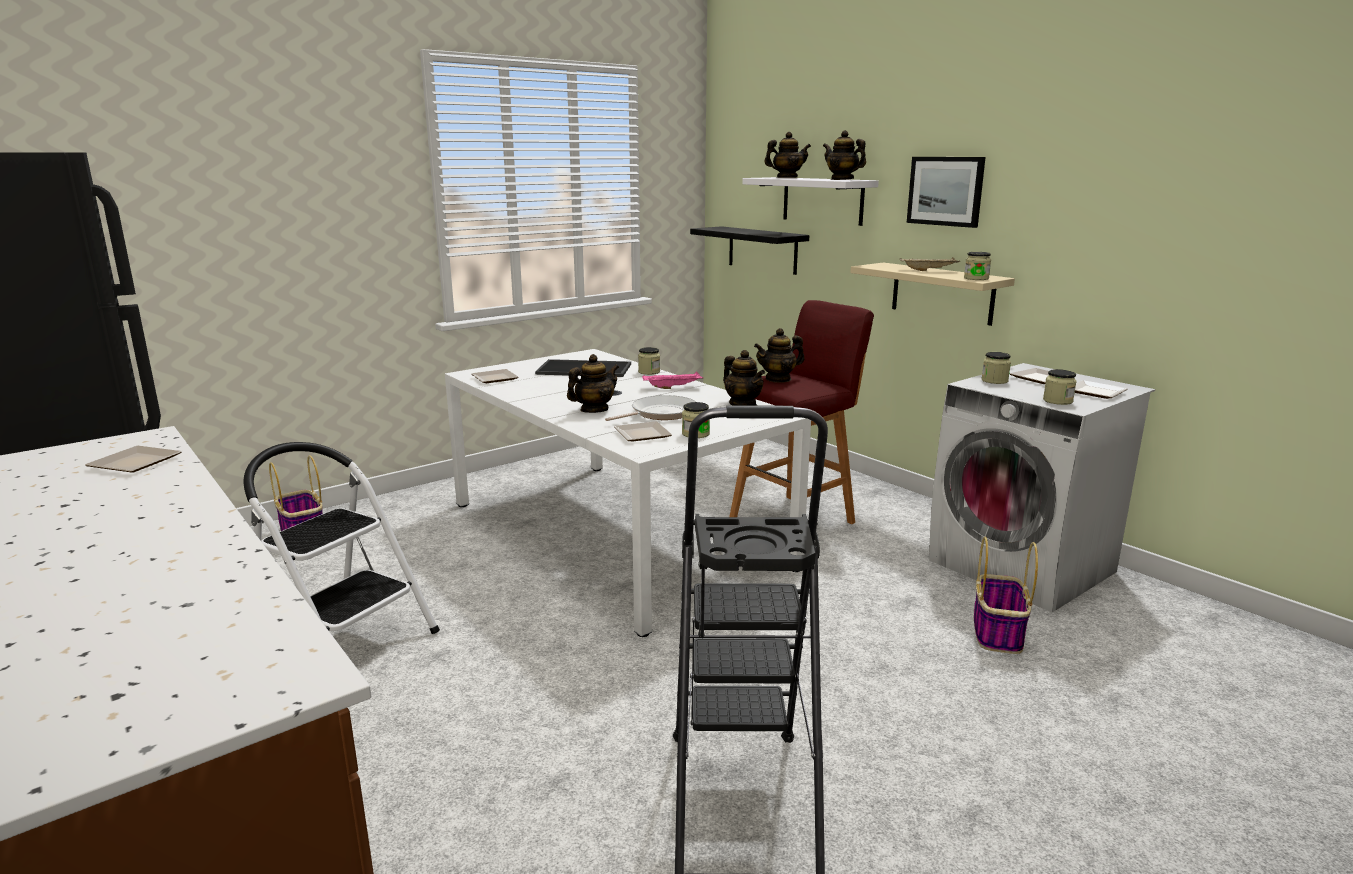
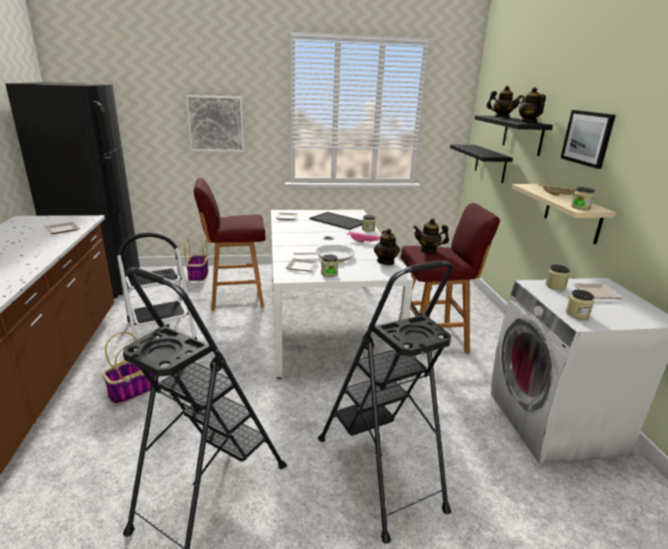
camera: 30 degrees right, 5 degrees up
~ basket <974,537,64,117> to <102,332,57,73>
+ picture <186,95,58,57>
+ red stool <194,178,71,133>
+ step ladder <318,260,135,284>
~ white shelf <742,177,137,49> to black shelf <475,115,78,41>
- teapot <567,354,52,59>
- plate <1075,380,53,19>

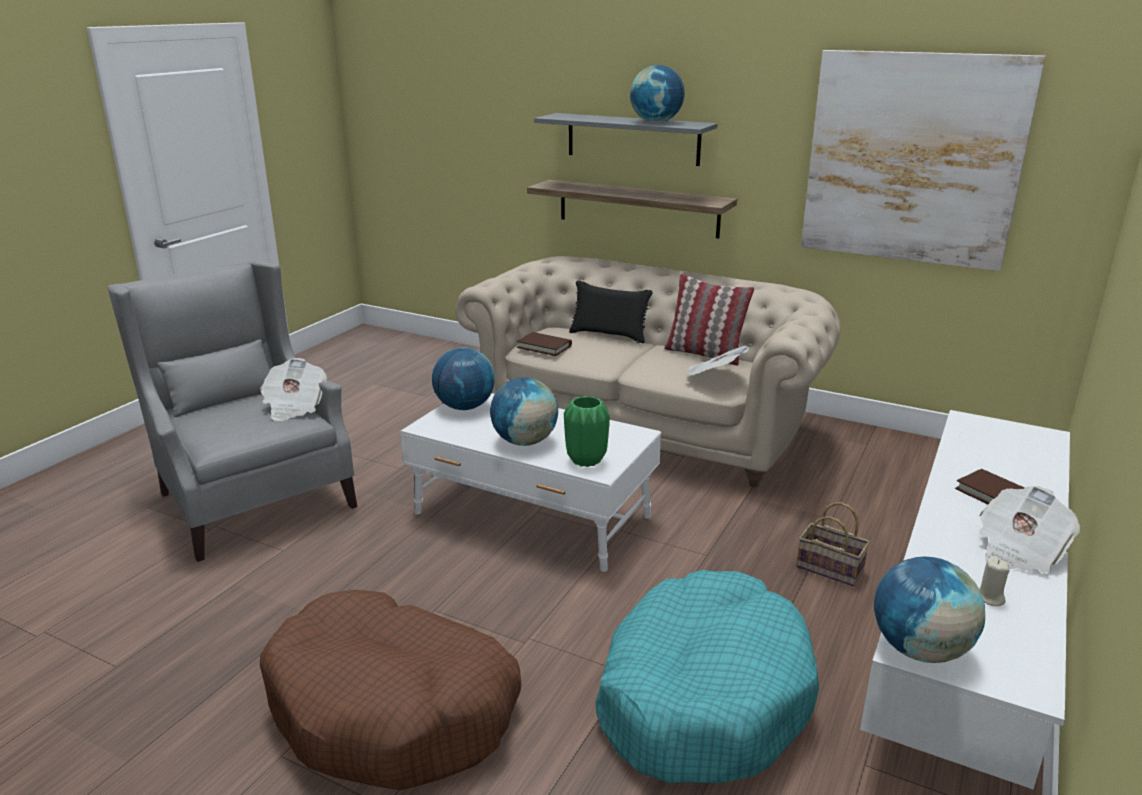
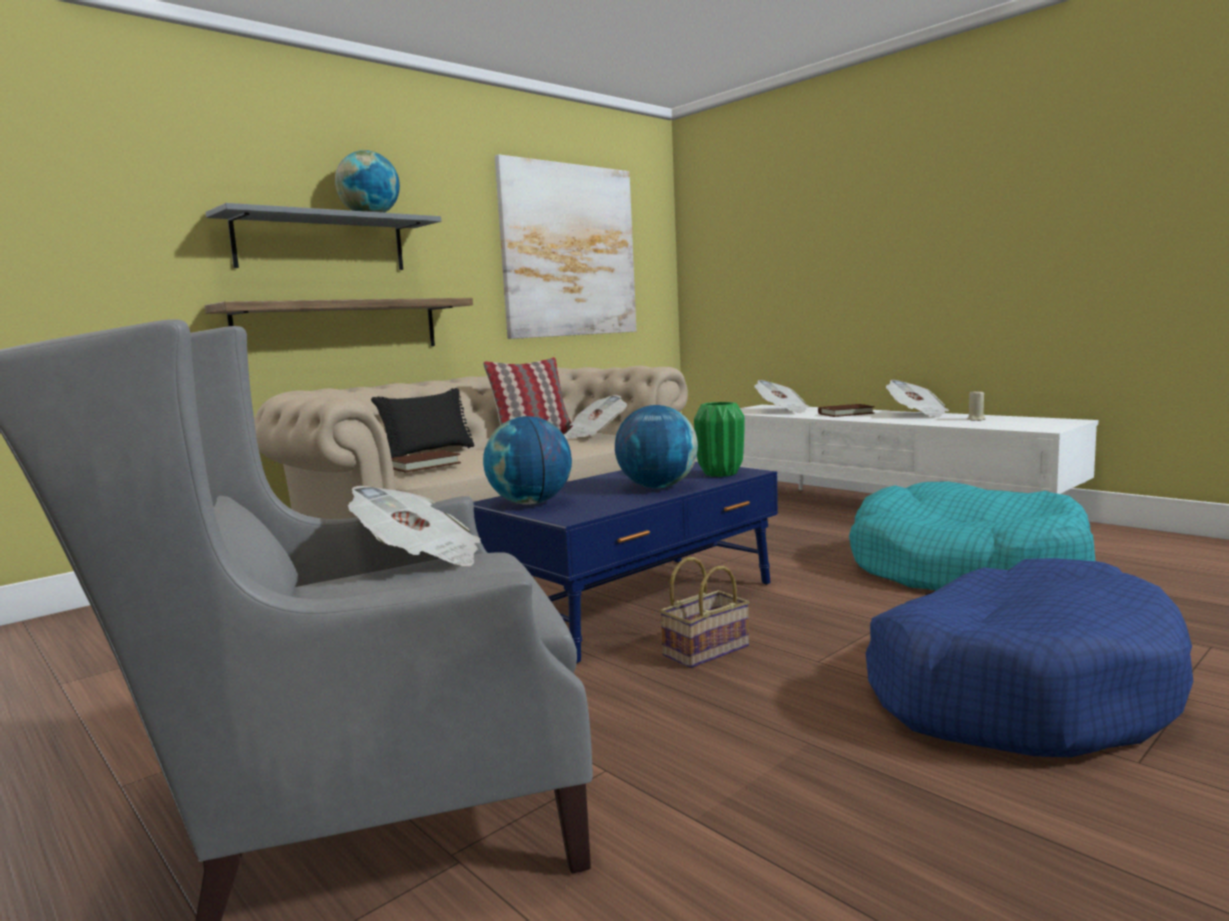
camera: 70 degrees left, 15 degrees down
~ white coffee table <400,393,261,179> to blue coffee table <473,462,305,201>
~ basket <797,502,73,84> to <659,557,91,111>
+ newspaper <755,380,55,33>
~ brown dog bed <260,590,261,201> to blue dog bed <865,558,328,199>
- globe <874,557,111,106>

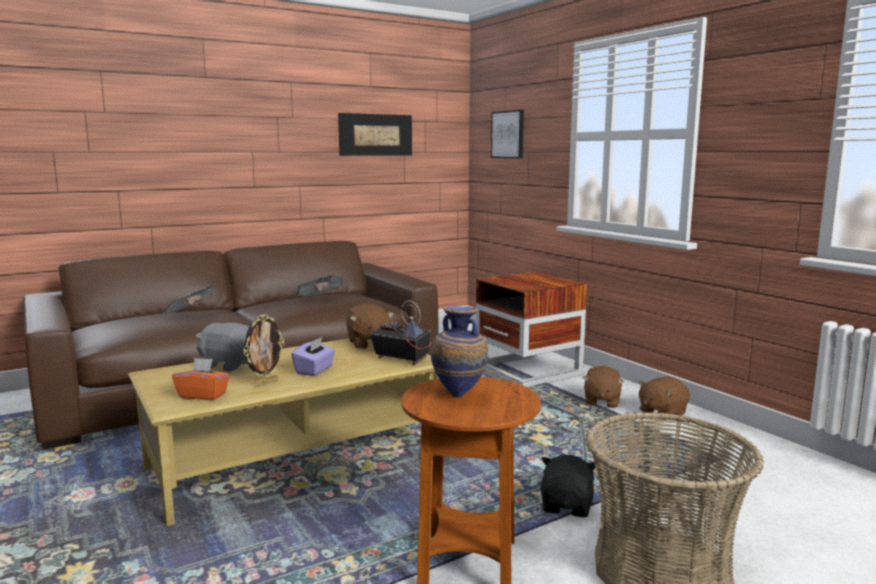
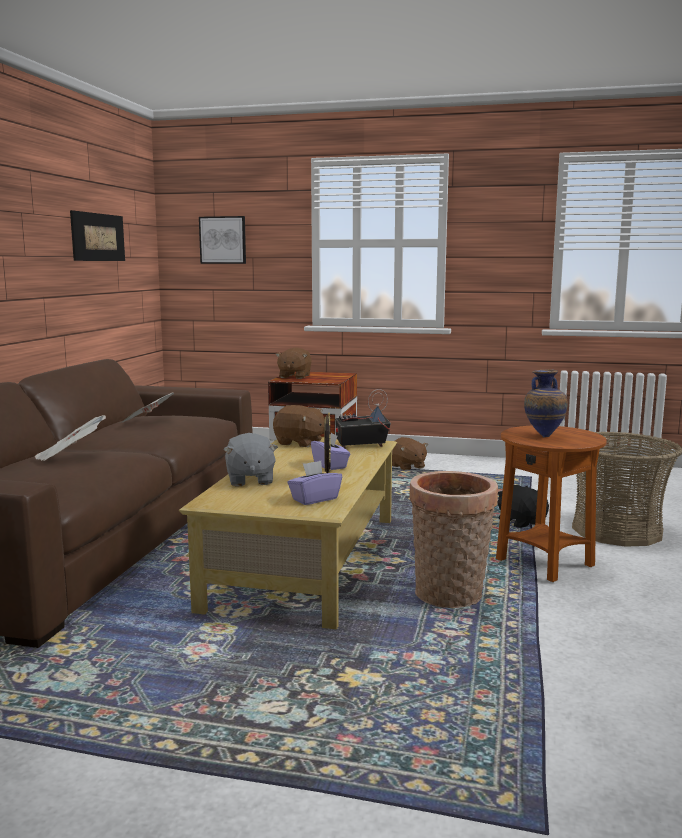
camera: 45 degrees left, 0 degrees up
~ grey plush toy <196,323,54,49> = <223,433,55,54> 75 degrees counterclockwise
~ brown plush toy <639,377,51,43> to <275,347,37,32>
~ orange tissue box <172,358,58,42> to purple tissue box <287,461,55,44>
+ basket <410,471,88,137>

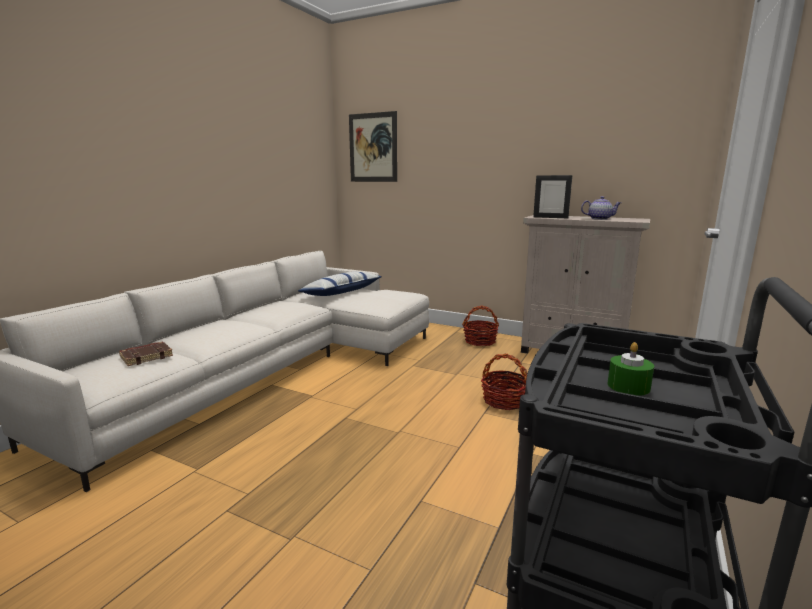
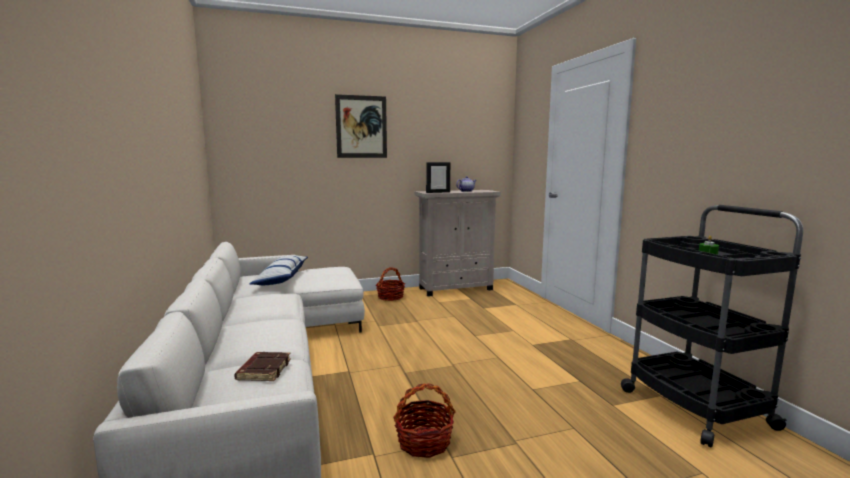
camera: 45 degrees left, 5 degrees down
~ picture <349,111,48,71> to <335,94,52,64>
~ basket <481,353,46,57> to <393,383,62,75>

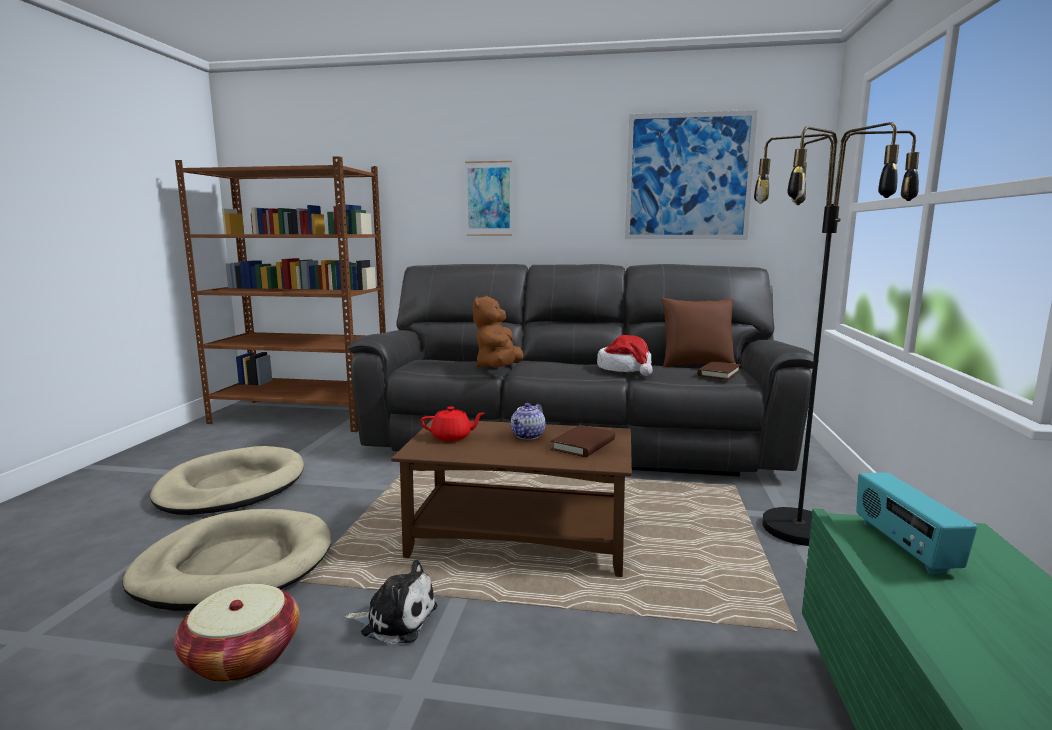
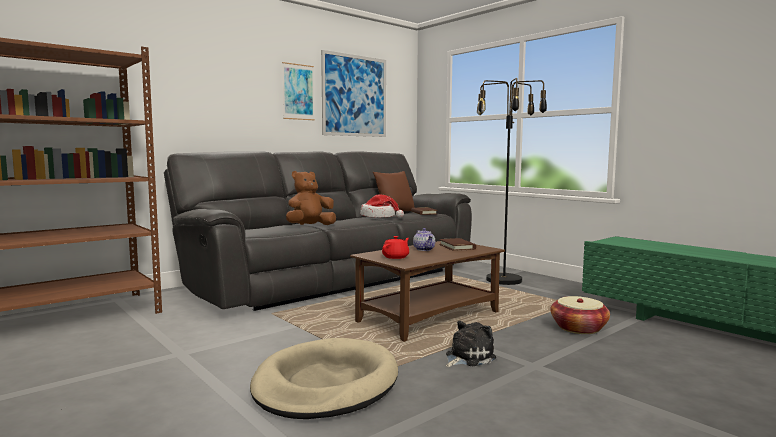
camera: 50 degrees left, 5 degrees down
~ picture <465,161,47,75> to <282,62,33,58>
~ brown plush toy <473,296,51,72> = <286,171,50,54> 90 degrees clockwise
~ basket <174,584,125,98> to <551,296,59,38>
- beige dog bed <150,446,154,69>
- radio <856,473,121,102>

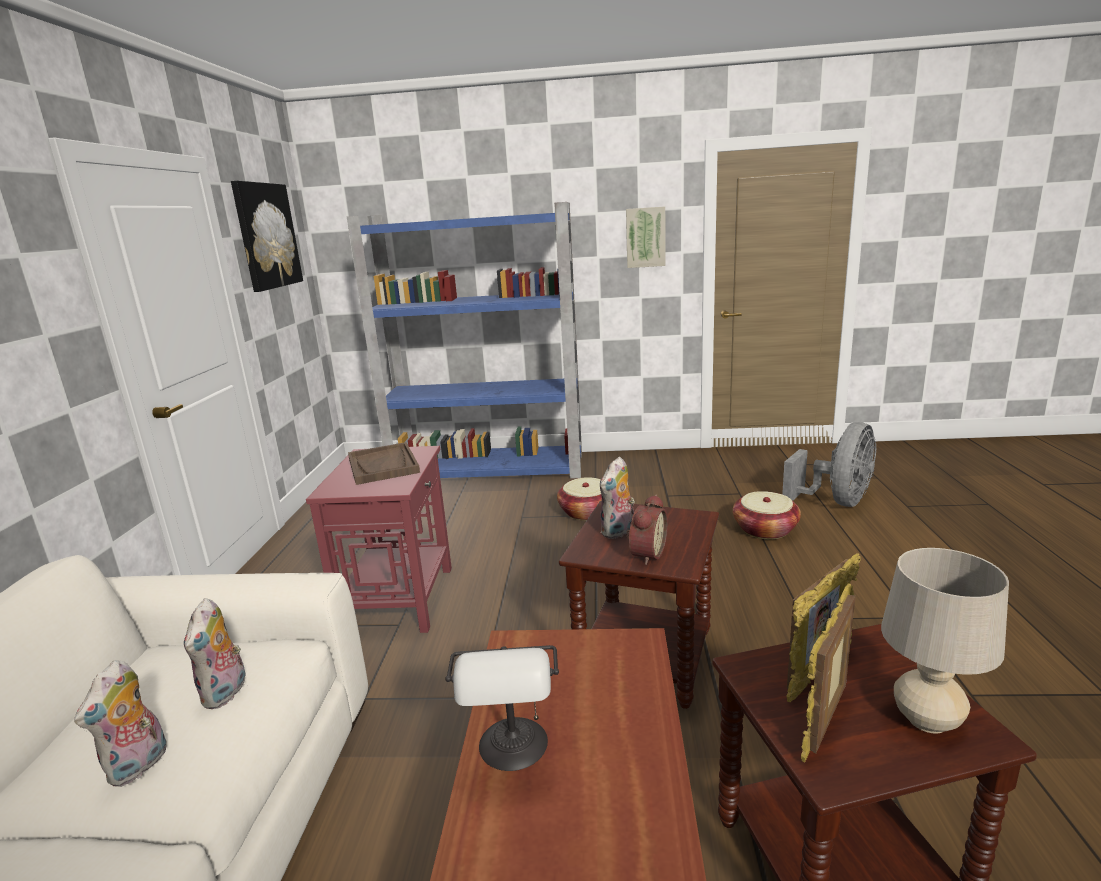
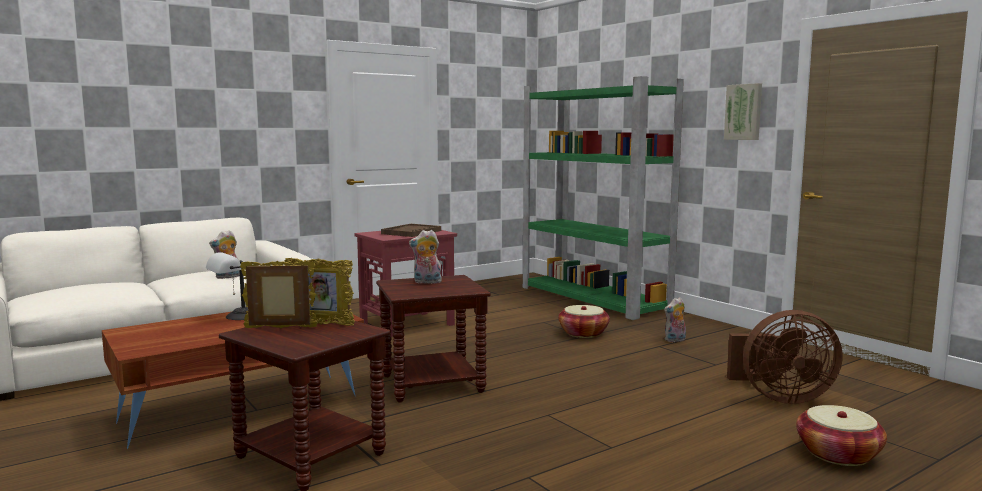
camera: 50 degrees right, 10 degrees down
~ blue bookcase <347,202,235,277> to green bookcase <523,76,161,244>
~ plush toy <74,660,93,127> to <664,297,22,45>
~ grey fan <782,422,94,85> to brown fan <727,310,116,94>
~ basket <733,491,68,48> to <796,405,91,61>
- picture <231,181,72,111>
- alarm clock <627,494,41,71>
- beige table lamp <881,548,128,185>

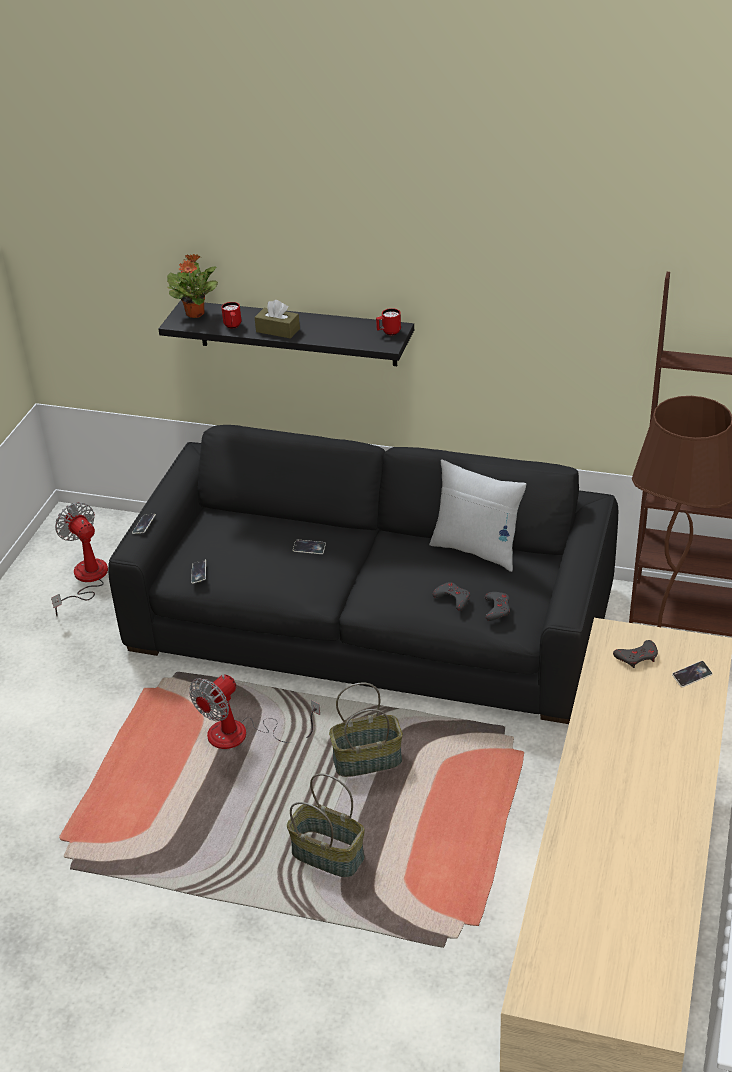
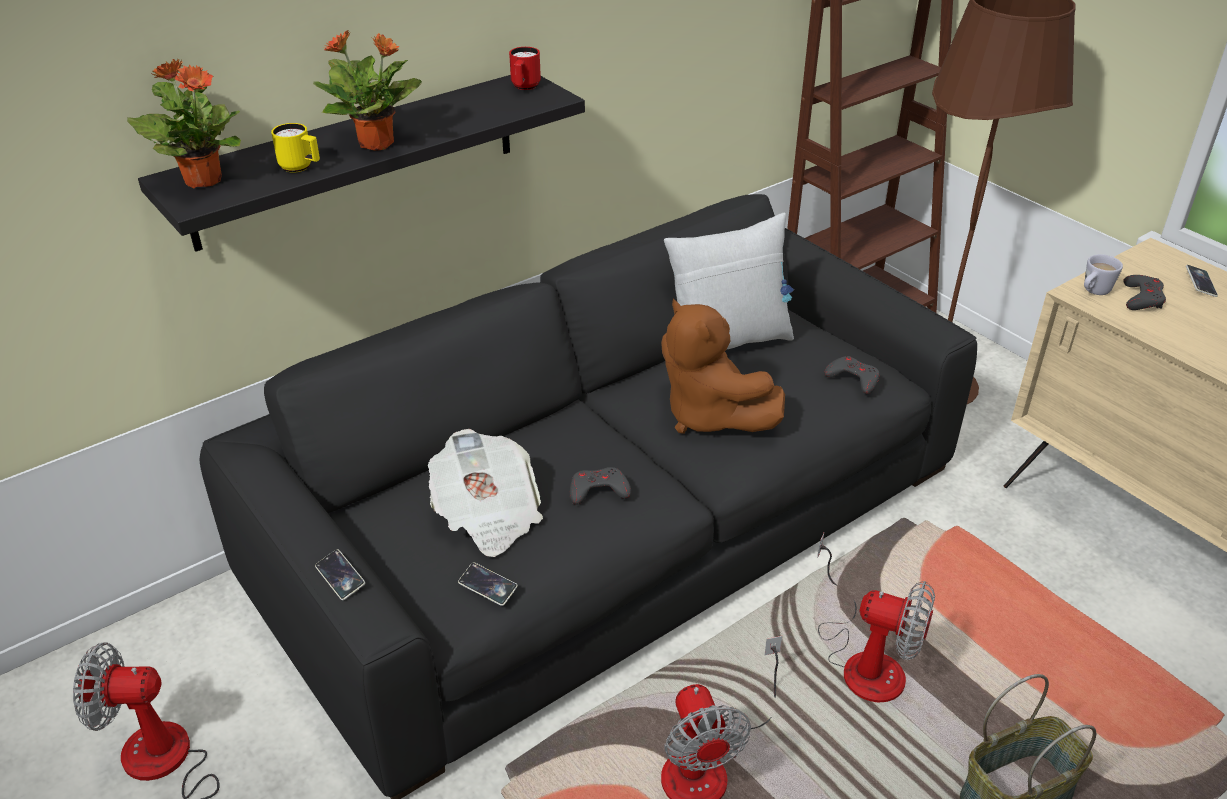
camera: 55 degrees left, 0 degrees up
~ red mug <221,302,21,26> to yellow mug <271,123,49,50>
~ brown tissue box <254,300,46,39> to potted plant <313,29,109,122>
+ newspaper <428,429,115,128>
~ grey game controller <432,582,38,29> to <570,467,61,38>
+ brown plush toy <661,298,124,136>
~ basket <329,682,74,95> to fan <817,533,118,169>
+ white mug <1084,254,39,41>
- phone <293,539,33,15>

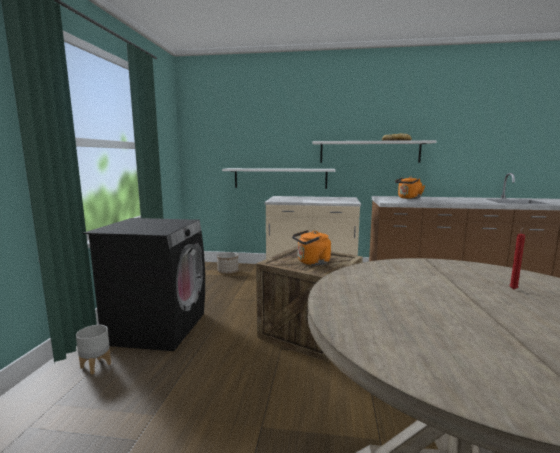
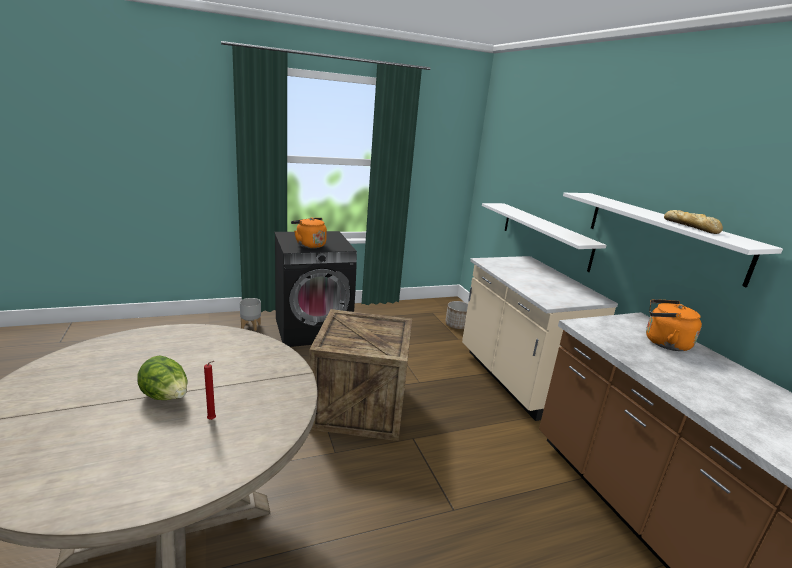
camera: 60 degrees right, 10 degrees up
+ lettuce <137,355,51,45>
~ orange kettle <292,230,39,35> to <291,217,36,31>

